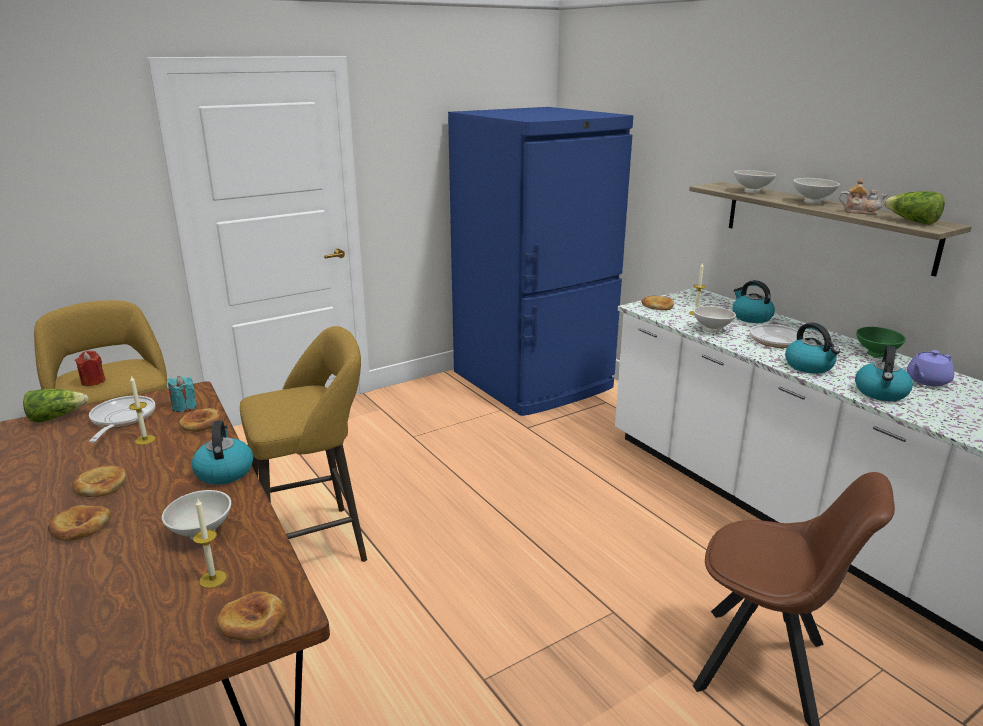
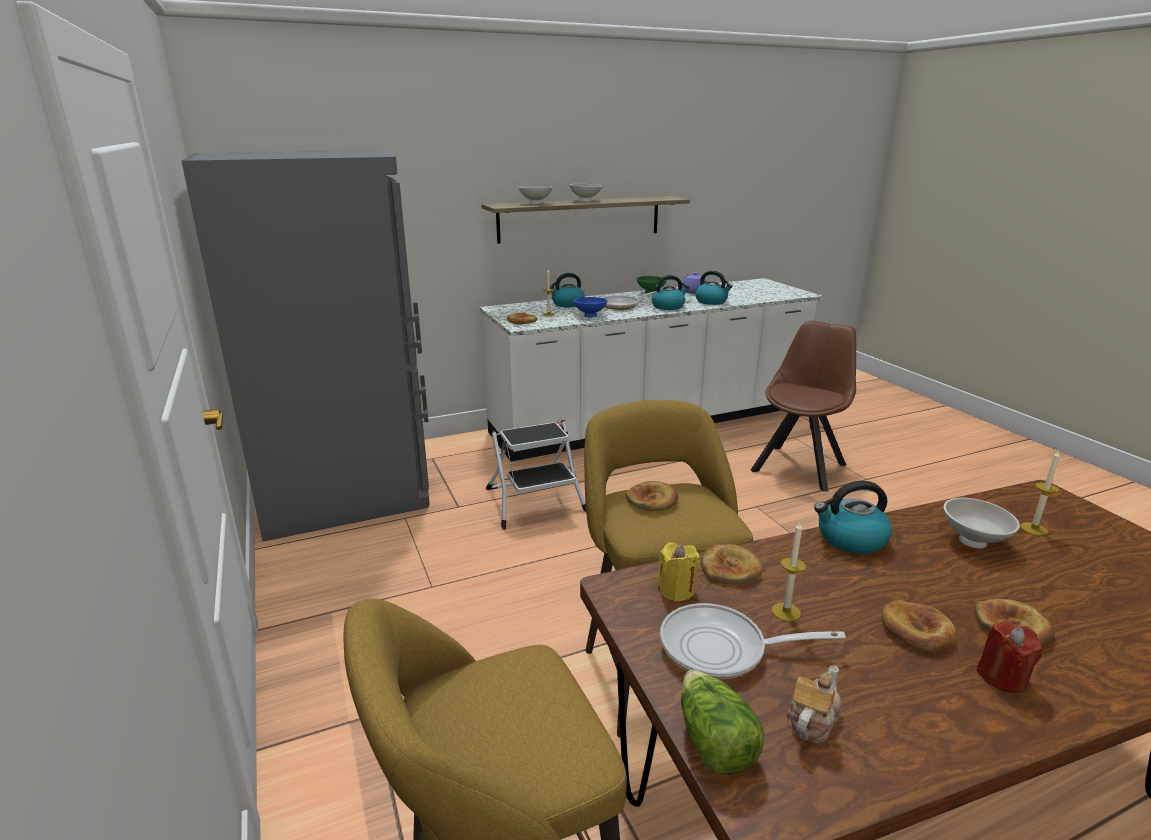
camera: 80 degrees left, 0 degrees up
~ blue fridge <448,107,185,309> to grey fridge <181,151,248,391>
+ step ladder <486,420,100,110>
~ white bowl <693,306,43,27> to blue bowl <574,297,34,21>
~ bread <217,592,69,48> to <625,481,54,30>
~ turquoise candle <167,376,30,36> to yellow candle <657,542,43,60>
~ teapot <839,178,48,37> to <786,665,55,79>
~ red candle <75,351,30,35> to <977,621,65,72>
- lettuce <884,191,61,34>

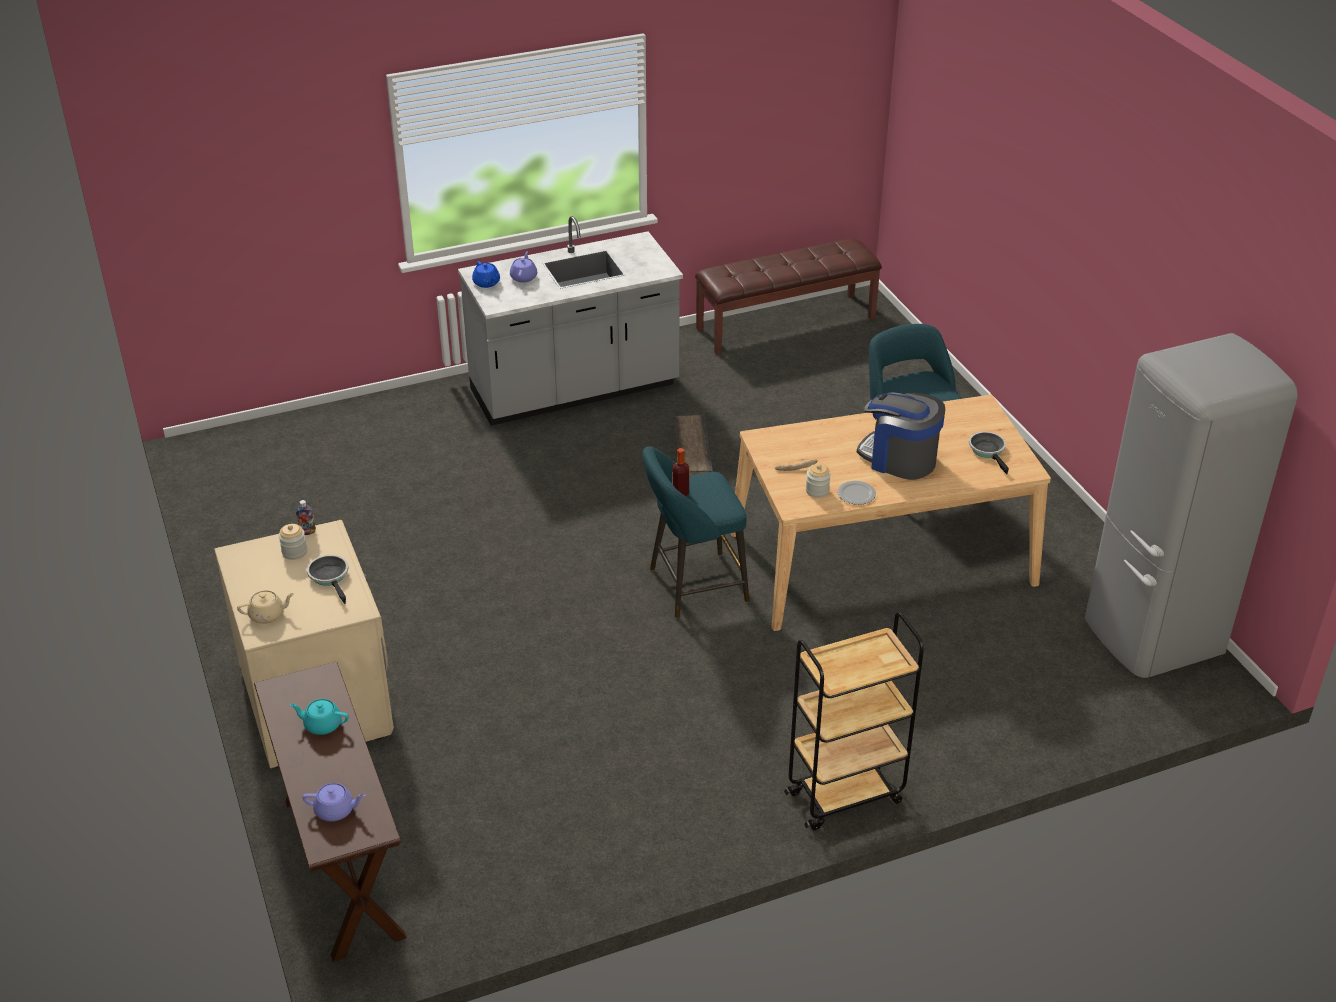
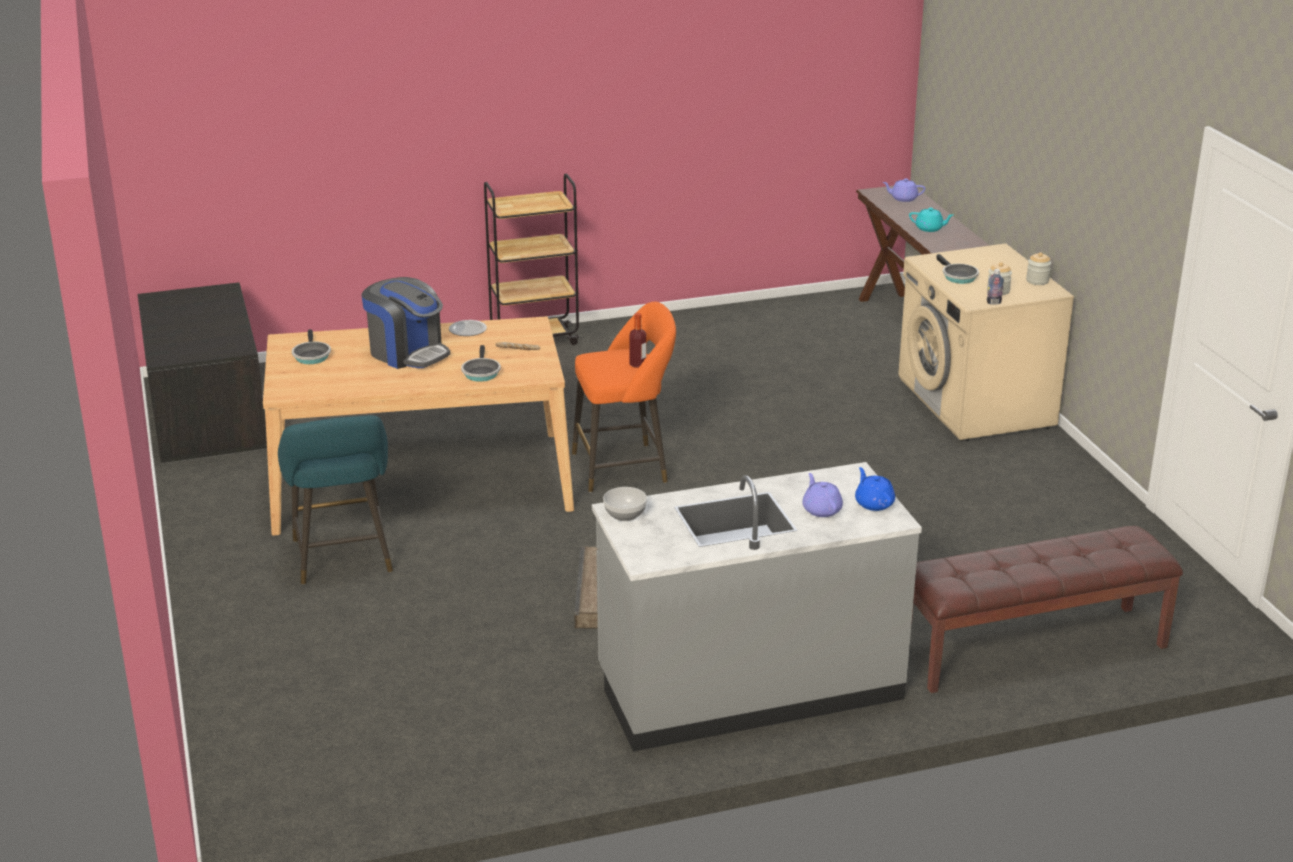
camera: 175 degrees left, 10 degrees down
~ grey fridge <1085,333,213,345> to black cabinet <137,282,130,182>
+ frying pan <461,345,40,37>
~ turquoise stool <642,446,107,172> to orange stool <572,302,104,191>
+ bowl <603,487,44,34>
~ purple teapot <510,251,27,32> = <802,473,41,44> 150 degrees clockwise
~ brown bench <695,239,187,116> to <911,526,272,167>
~ jar <806,464,25,34> to <1026,252,25,33>
- beige teapot <237,590,58,34>

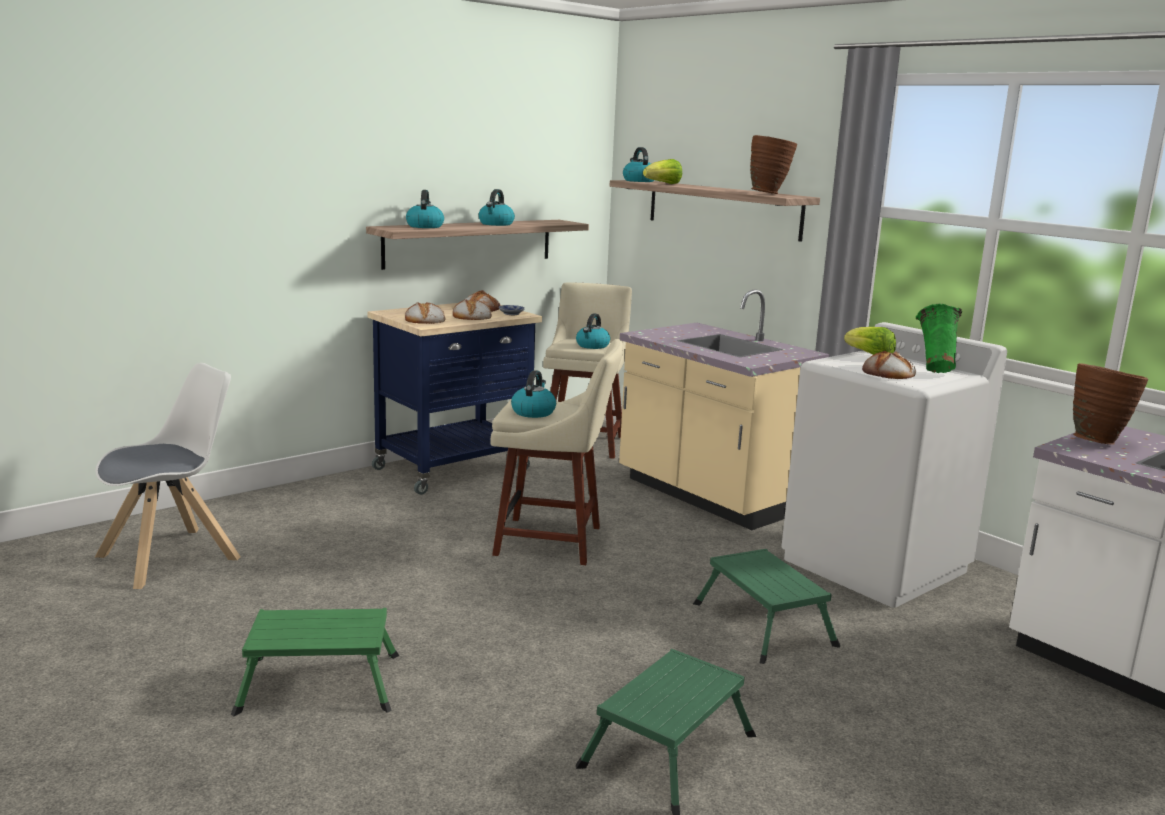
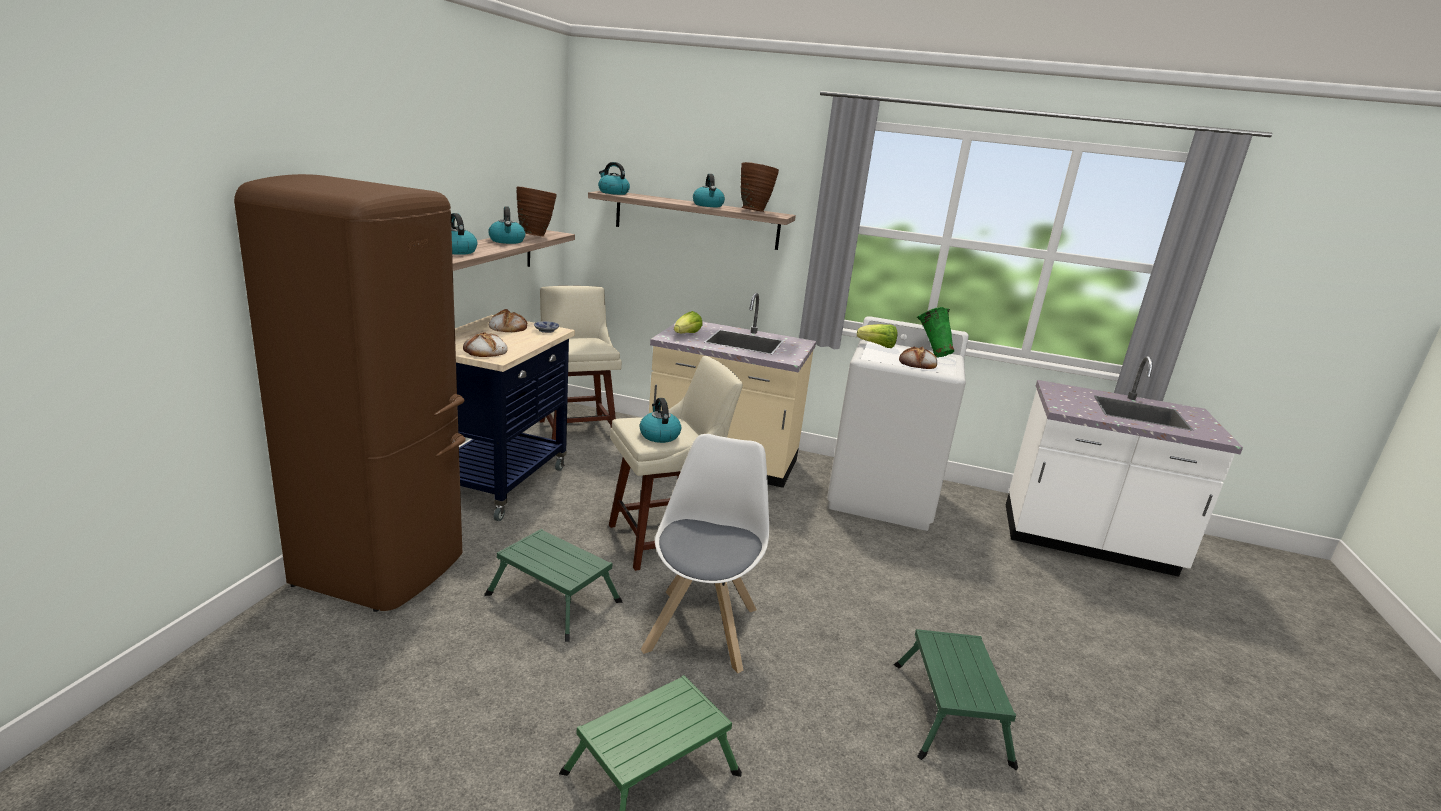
camera: 35 degrees left, 5 degrees up
+ brown fridge <234,174,232,438>
~ green step ladder <693,549,147,115> to <485,529,137,113>
~ brown vase <1073,363,75,82> to <517,187,40,50>
~ chair <95,363,145,226> to <641,434,128,239>
~ lettuce <643,159,39,25> to <674,311,29,22>
~ kettle <576,313,34,36> to <693,174,32,33>
- bread <453,299,39,21>

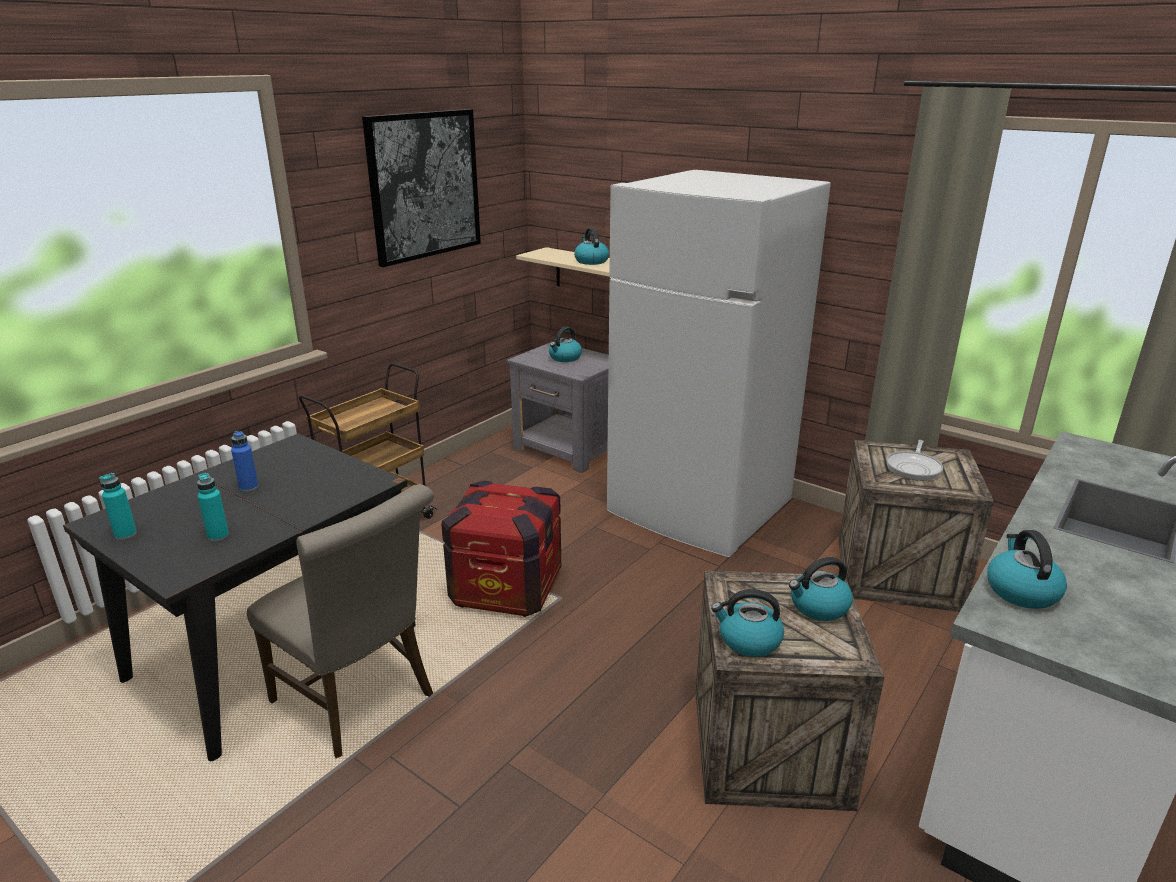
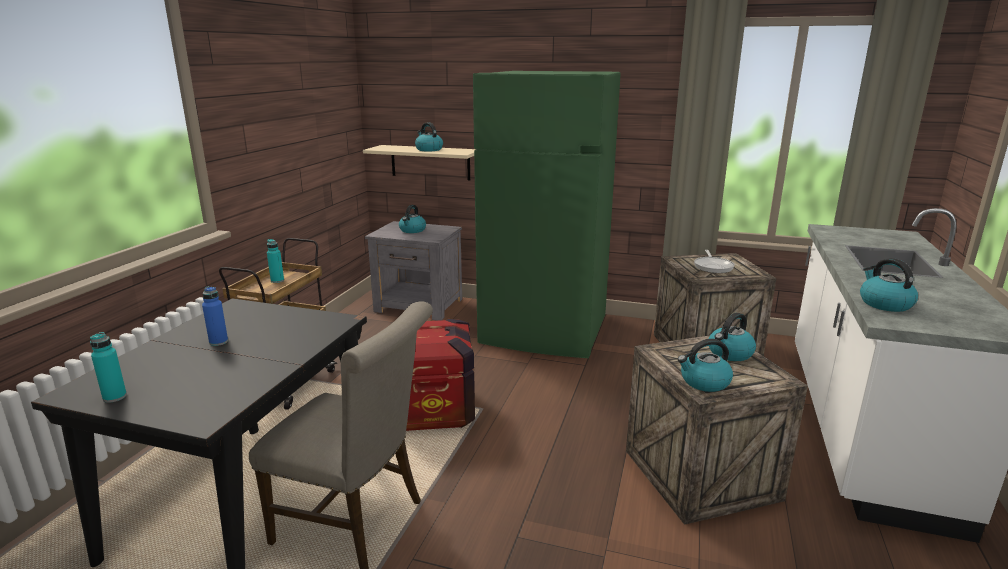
camera: 20 degrees left, 5 degrees down
~ turquoise bottle <197,473,32,68> to <267,239,17,44>
~ white fridge <607,170,224,387> to green fridge <473,71,147,287>
- picture <362,109,119,158>

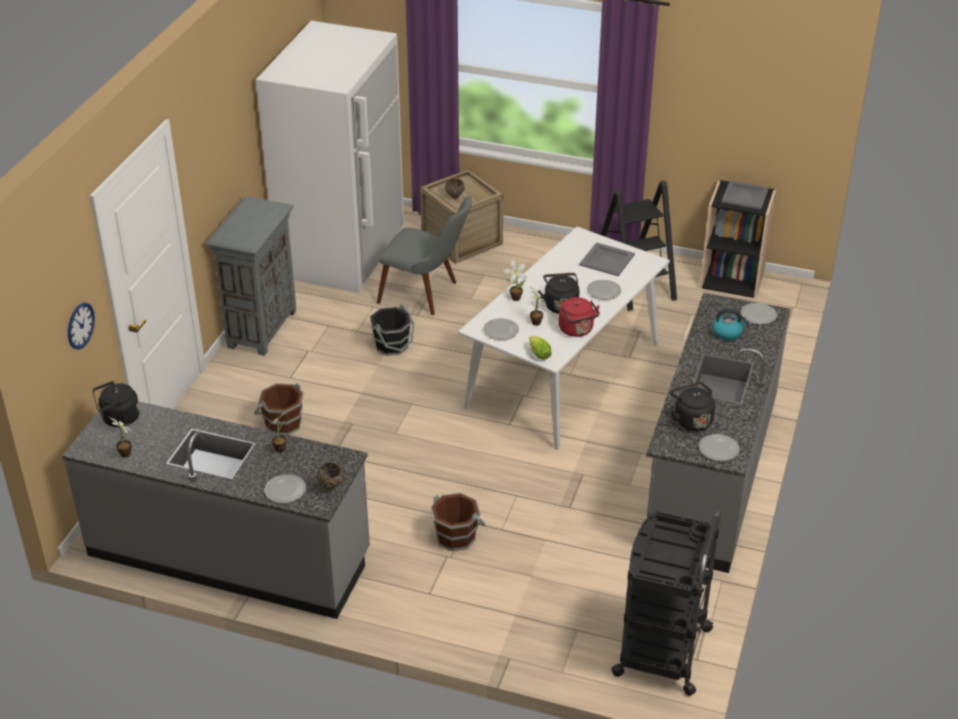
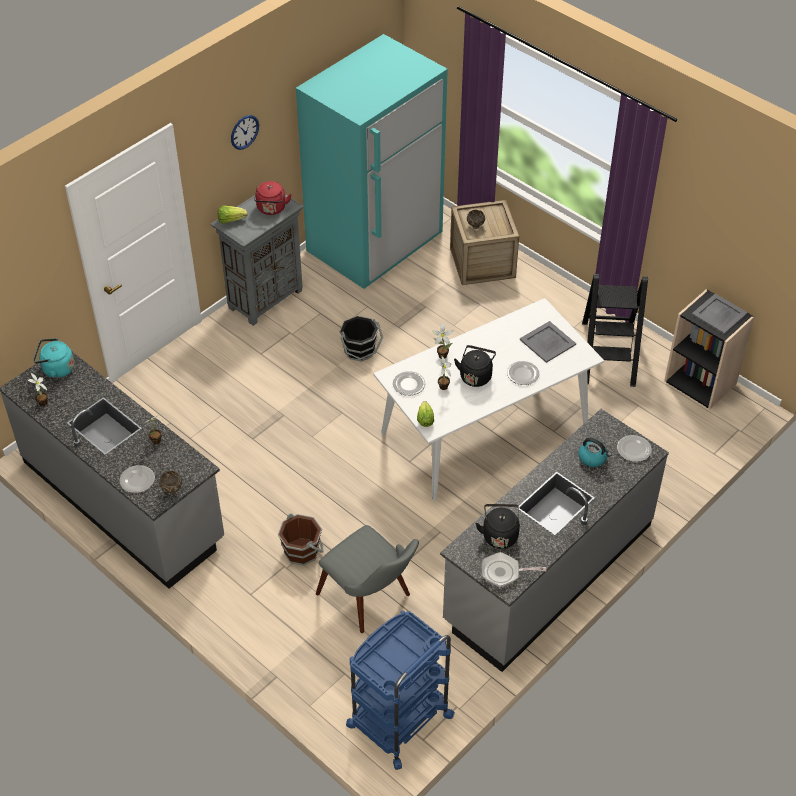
camera: 25 degrees right, 10 degrees up
~ black kettle <92,381,48,46> to turquoise kettle <33,338,41,40>
+ lettuce <218,205,30,19>
~ wall clock <68,303,27,47> to <231,115,28,35>
~ red kettle <558,297,42,40> to <254,181,38,34>
~ white fridge <256,21,148,272> to turquoise fridge <296,34,152,255>
~ grey chair <377,196,95,119> to <316,525,103,108>
~ black cart <611,511,110,185> to blue cart <346,611,109,159>
~ plate <699,434,41,27> to frying pan <482,552,65,35>
- brown bucket <254,383,50,52>

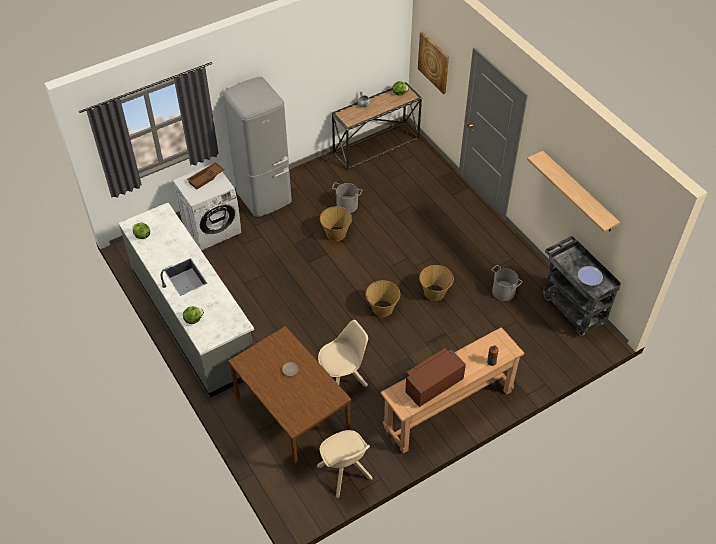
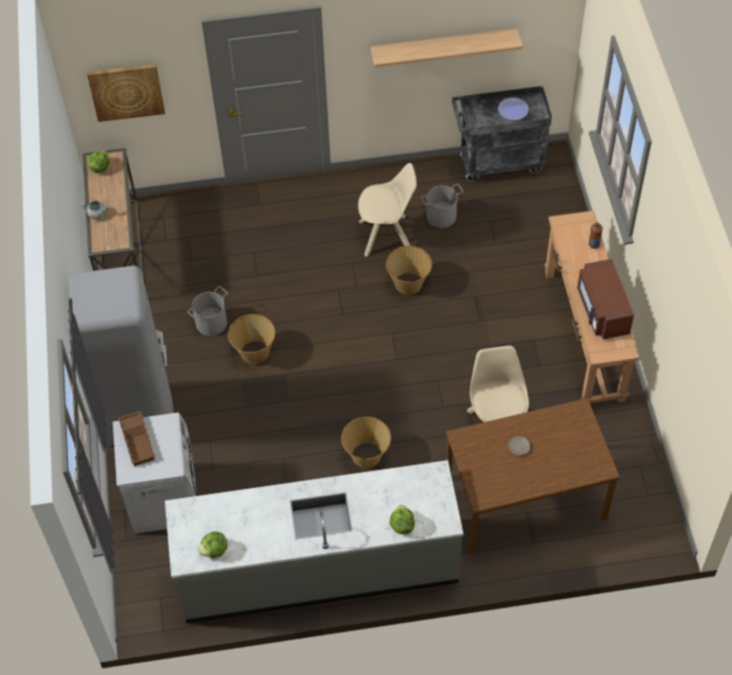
camera: 65 degrees left, 5 degrees up
~ basket <365,280,35,37> to <341,417,50,51>
~ beige chair <317,430,55,68> to <358,163,59,94>

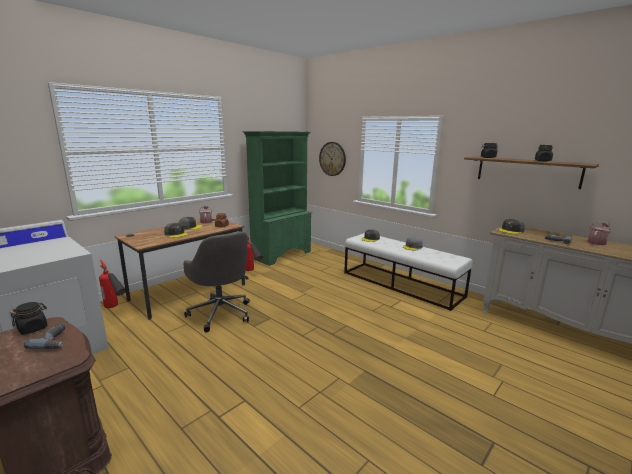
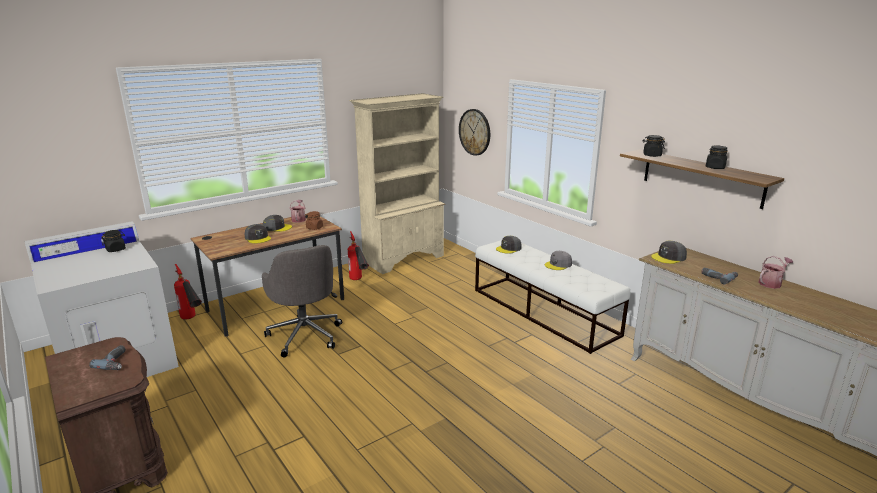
camera: 10 degrees right, 5 degrees up
~ black jar <11,302,37,33> to <102,230,24,22>
~ green bookcase <242,131,70,135> to beige bookcase <349,93,96,181>

